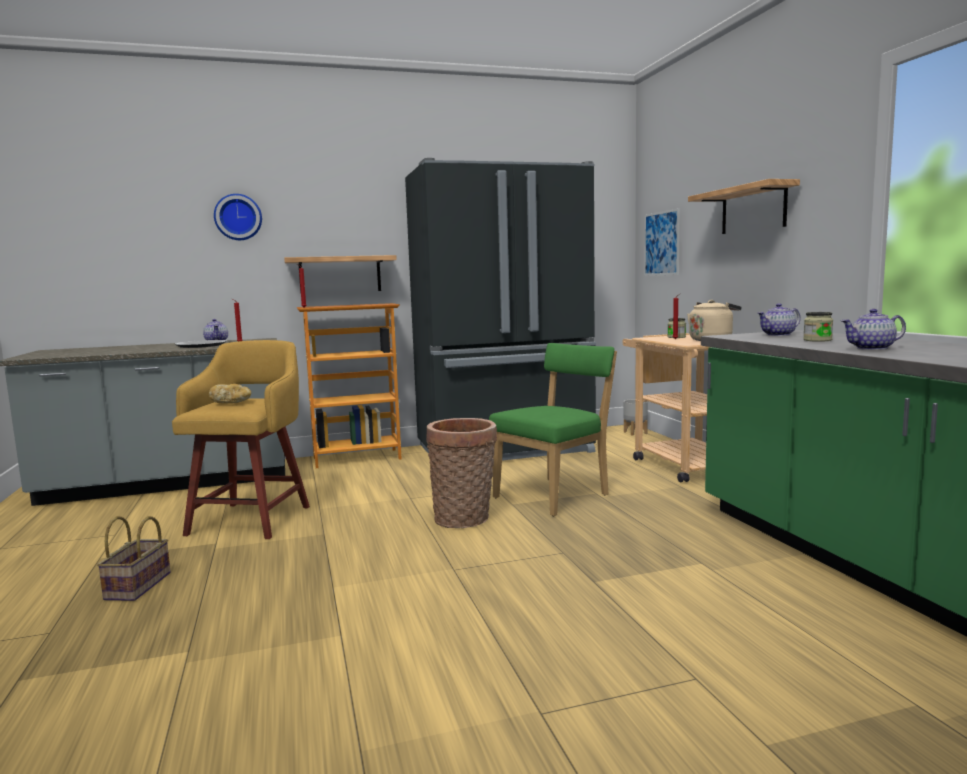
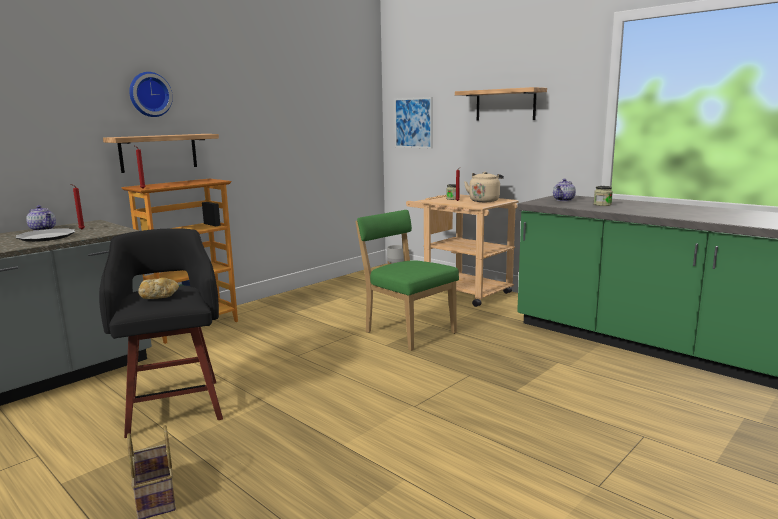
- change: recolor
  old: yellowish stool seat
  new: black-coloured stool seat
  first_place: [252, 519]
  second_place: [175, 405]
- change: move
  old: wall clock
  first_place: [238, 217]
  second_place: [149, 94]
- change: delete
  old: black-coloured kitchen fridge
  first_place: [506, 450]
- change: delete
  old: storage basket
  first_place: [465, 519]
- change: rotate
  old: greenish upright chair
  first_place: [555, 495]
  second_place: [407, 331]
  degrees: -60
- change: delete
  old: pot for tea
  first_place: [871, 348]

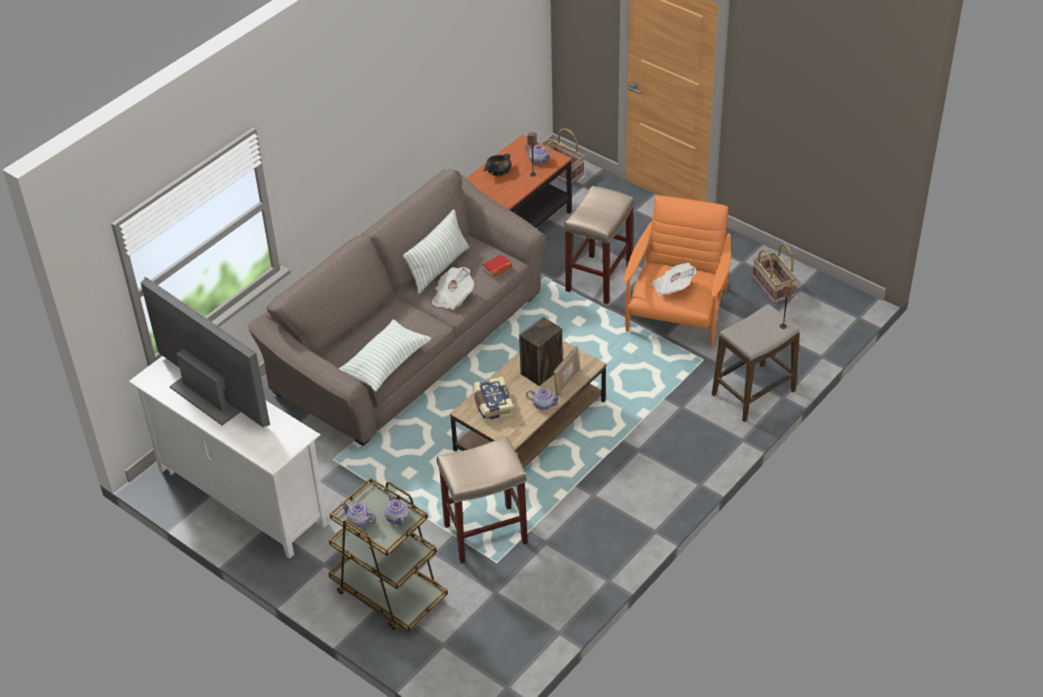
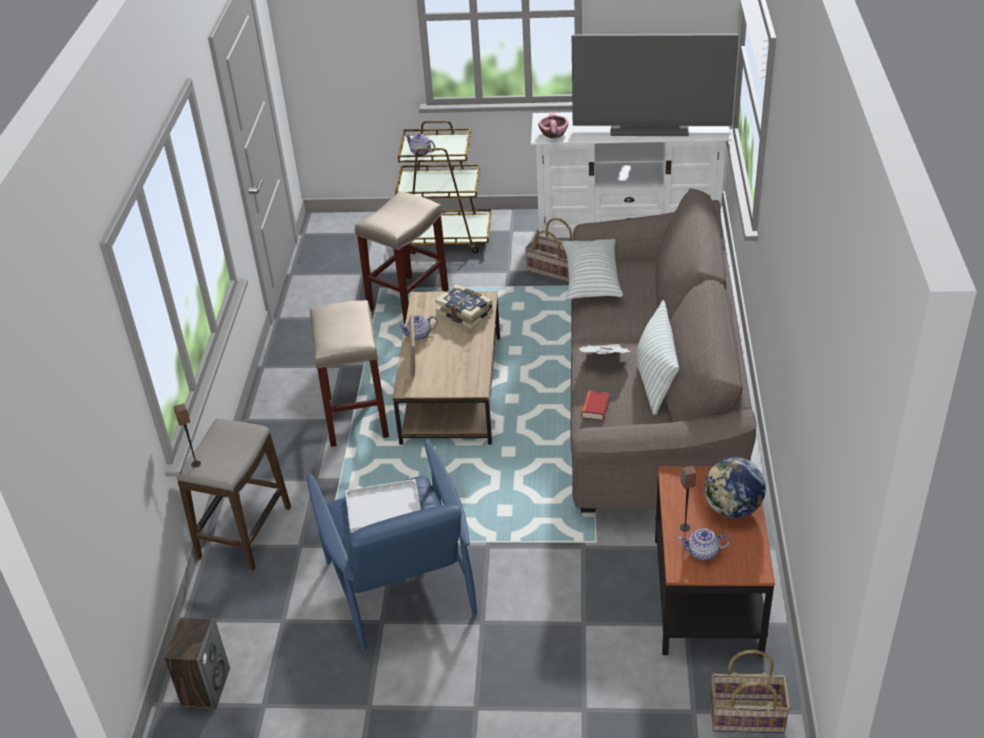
- change: delete
  old: pot for tea
  first_place: [359, 521]
- change: replace
  old: black-coloured serving bowl
  new: globe
  first_place: [498, 171]
  second_place: [732, 509]
- change: move
  old: audio speaker
  first_place: [541, 371]
  second_place: [205, 686]
- change: move
  old: sand-coloured stool seat
  first_place: [599, 278]
  second_place: [357, 418]
- change: recolor
  old: orange-coloured lounge chair
  new: blue-coloured lounge chair
  first_place: [677, 313]
  second_place: [400, 582]
- change: replace
  old: daily paper
  new: white tray
  first_place: [672, 287]
  second_place: [385, 506]
- change: move
  old: storage basket
  first_place: [773, 287]
  second_place: [552, 271]
- change: insert
  new: pink serving bowl
  second_place: [553, 133]

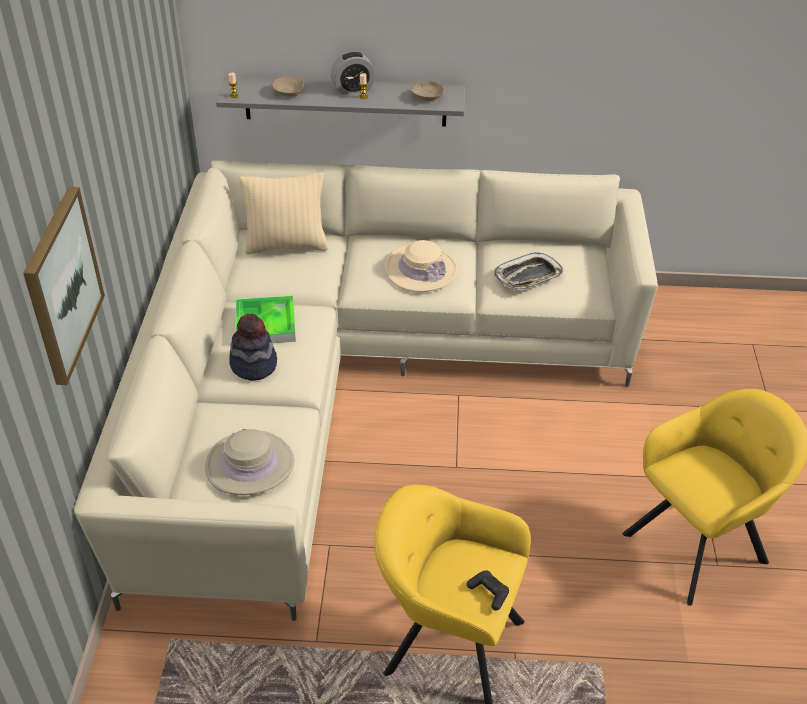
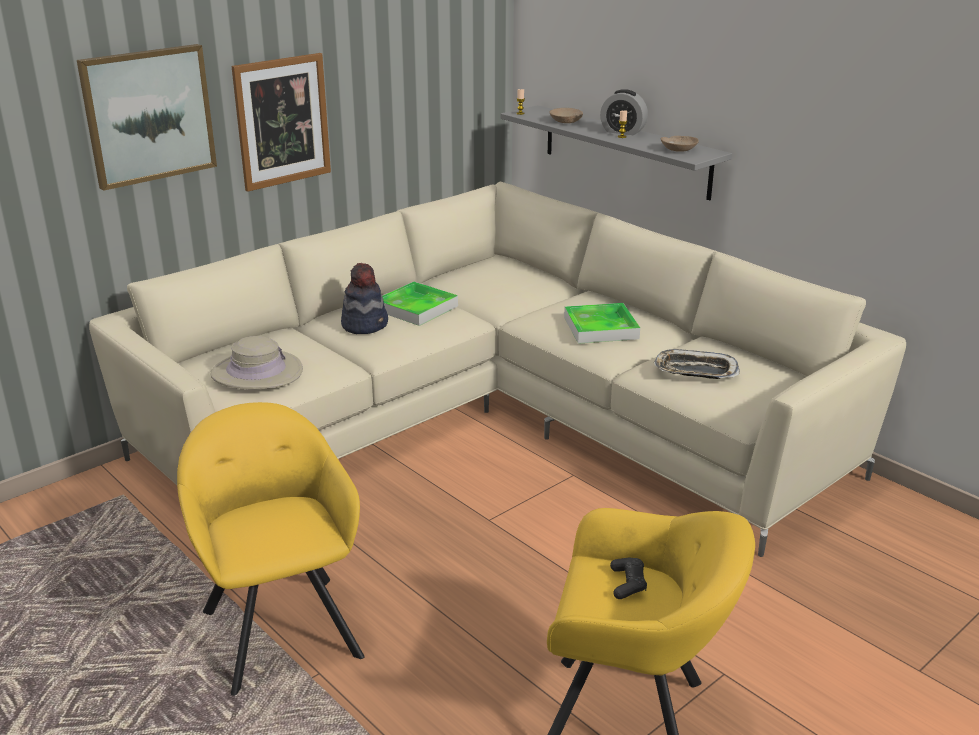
- change: delete
  old: sand-coloured pillow
  first_place: [286, 245]
- change: replace
  old: sand-coloured hat
  new: tray
  first_place: [421, 269]
  second_place: [601, 328]
- change: move
  old: black-coloured game controller
  first_place: [489, 593]
  second_place: [628, 584]
- change: insert
  new: picture
  second_place: [282, 121]

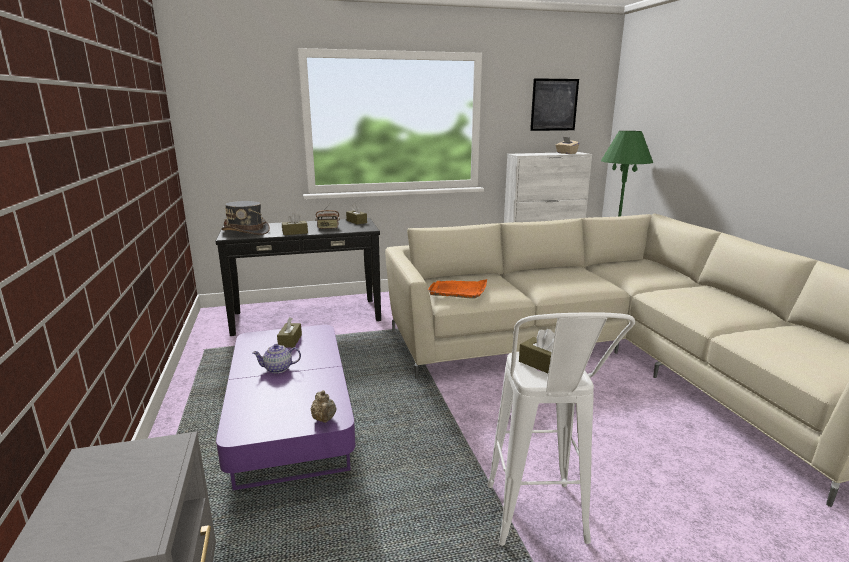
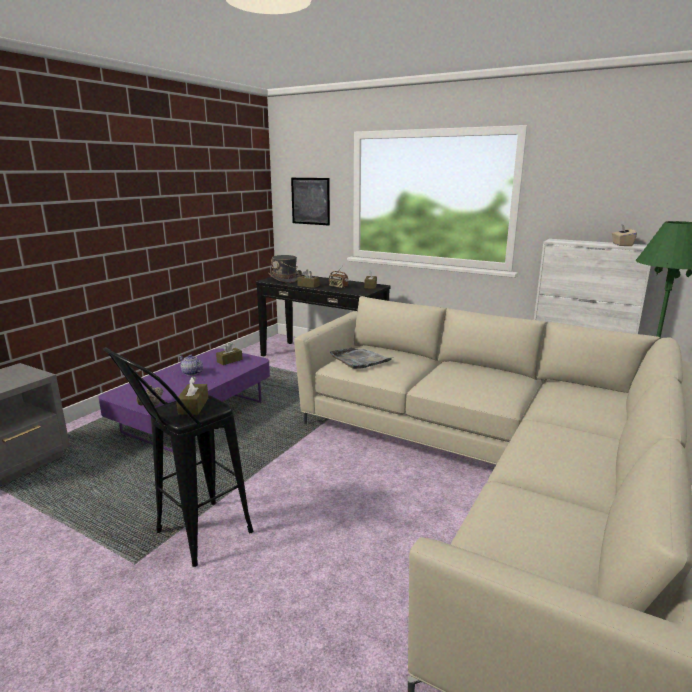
- change: recolor
  old: orange-coloured tray
  new: gray tray
  first_place: [458, 290]
  second_place: [359, 360]
- change: recolor
  old: white stool seat
  new: black-coloured stool seat
  first_place: [539, 526]
  second_place: [191, 539]
- change: move
  old: picture
  first_place: [554, 105]
  second_place: [310, 201]

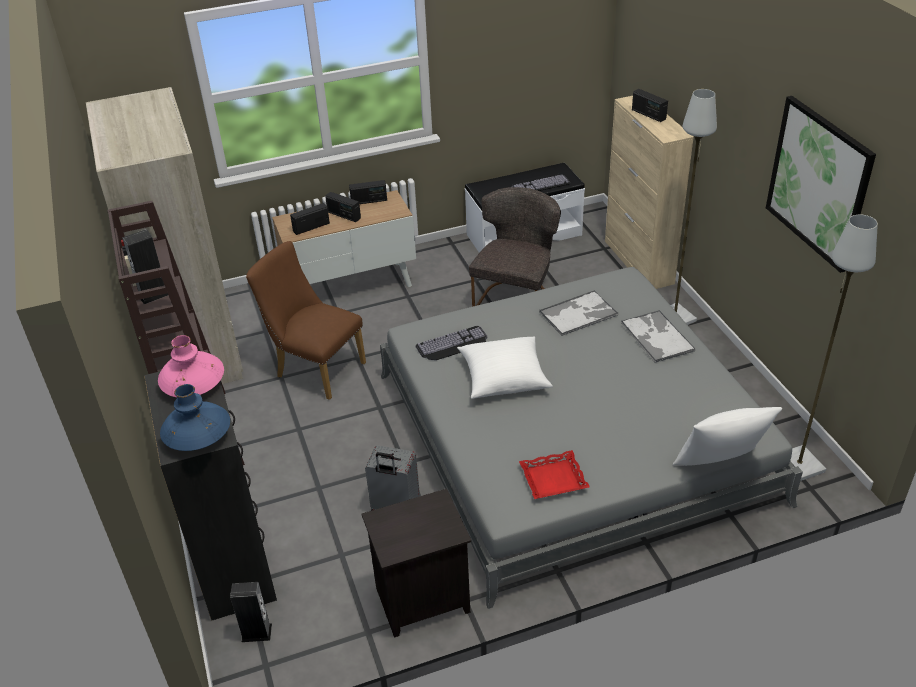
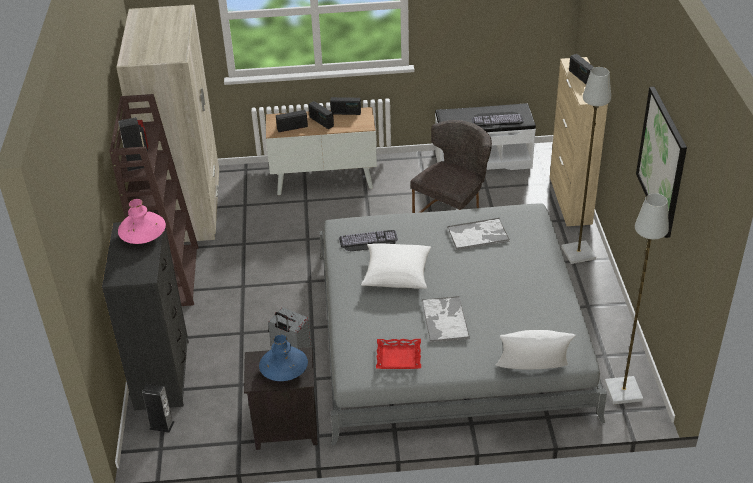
- change: move
  old: blue-coloured decorative vase
  first_place: [198, 435]
  second_place: [284, 370]
- change: delete
  old: brown upright chair
  first_place: [315, 368]
- change: move
  old: tray
  first_place: [656, 336]
  second_place: [444, 319]

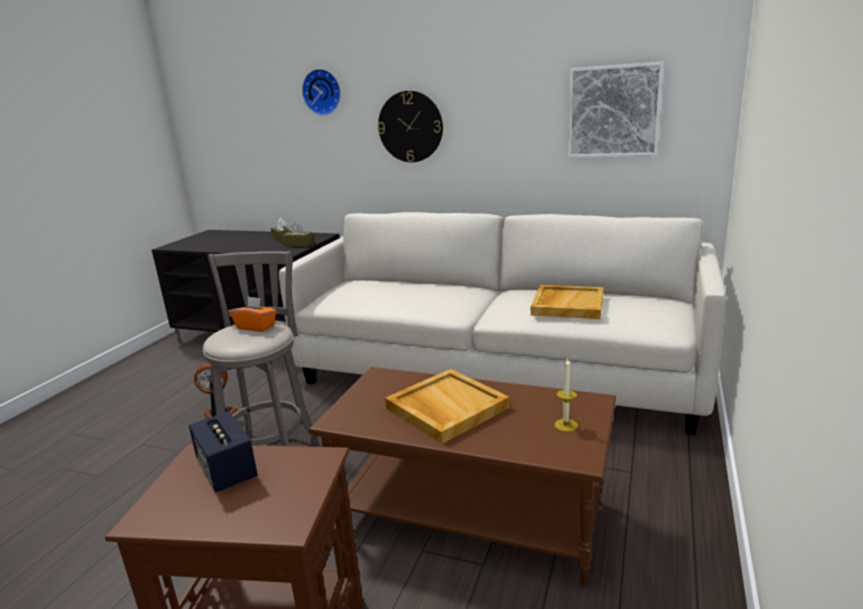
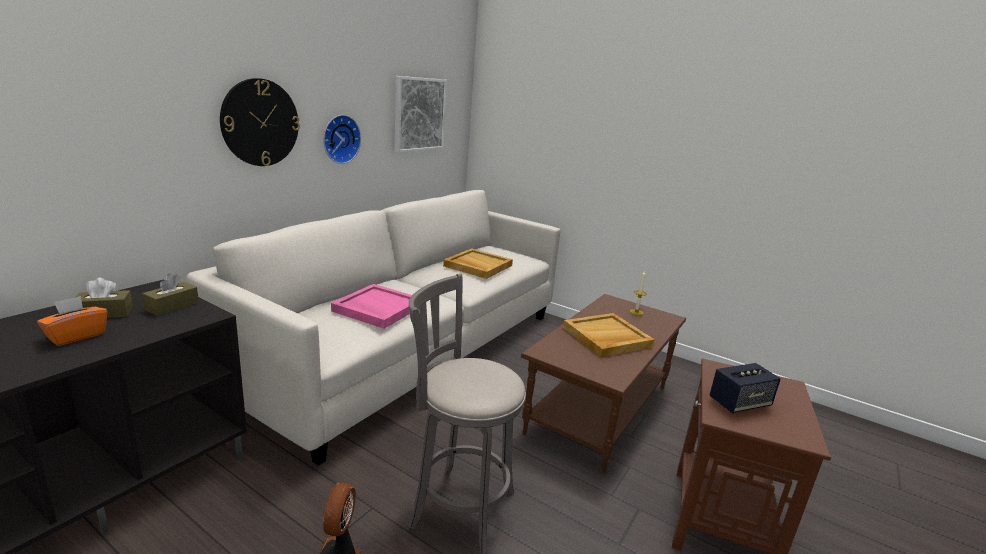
- change: move
  old: orange-coloured box of tissues
  first_place: [256, 327]
  second_place: [76, 336]
- change: move
  old: wall clock
  first_place: [323, 92]
  second_place: [339, 139]
- change: insert
  new: pink tray
  second_place: [377, 308]

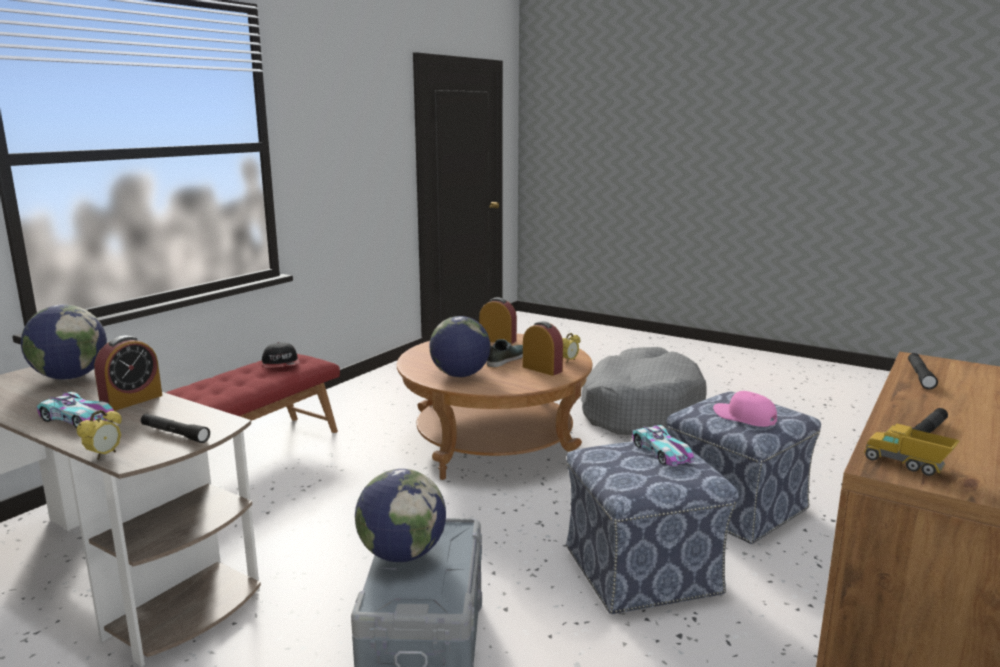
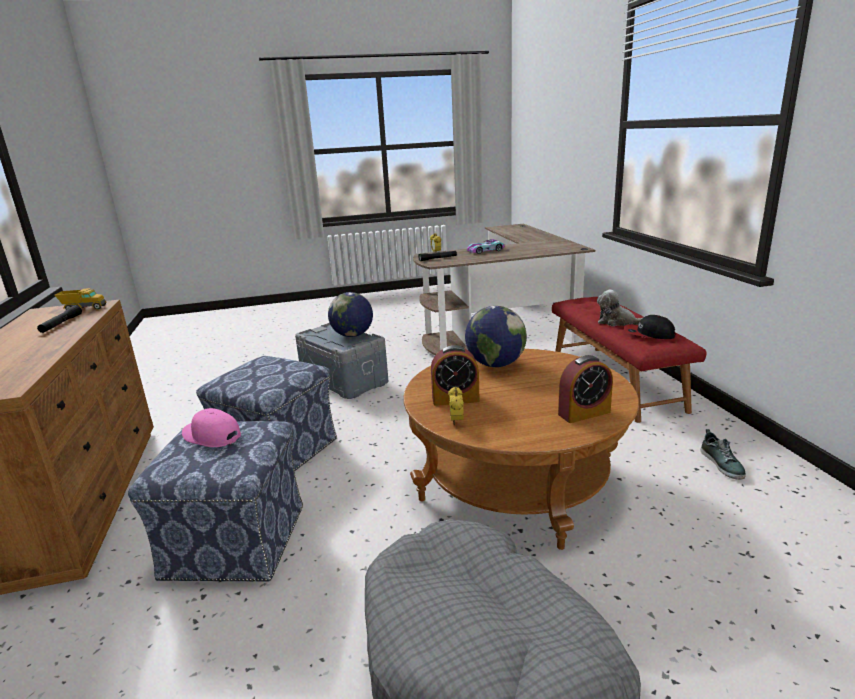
- change: delete
  old: globe
  first_place: [70, 377]
- change: delete
  old: table clock
  first_place: [131, 401]
- change: move
  old: item of footwear
  first_place: [506, 359]
  second_place: [722, 464]
- change: delete
  old: toy car
  first_place: [661, 452]
- change: rotate
  old: pink peaked cap
  first_place: [744, 417]
  second_place: [211, 436]
  degrees: -150
- change: delete
  old: black-coloured flashlight
  first_place: [920, 376]
- change: insert
  new: cuddly toy
  second_place: [617, 322]

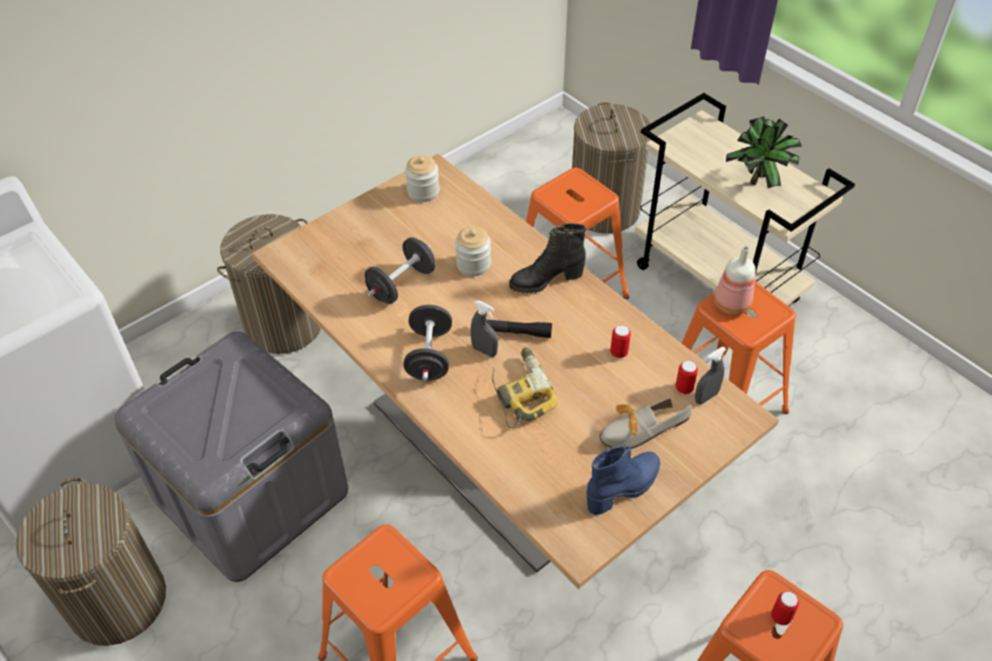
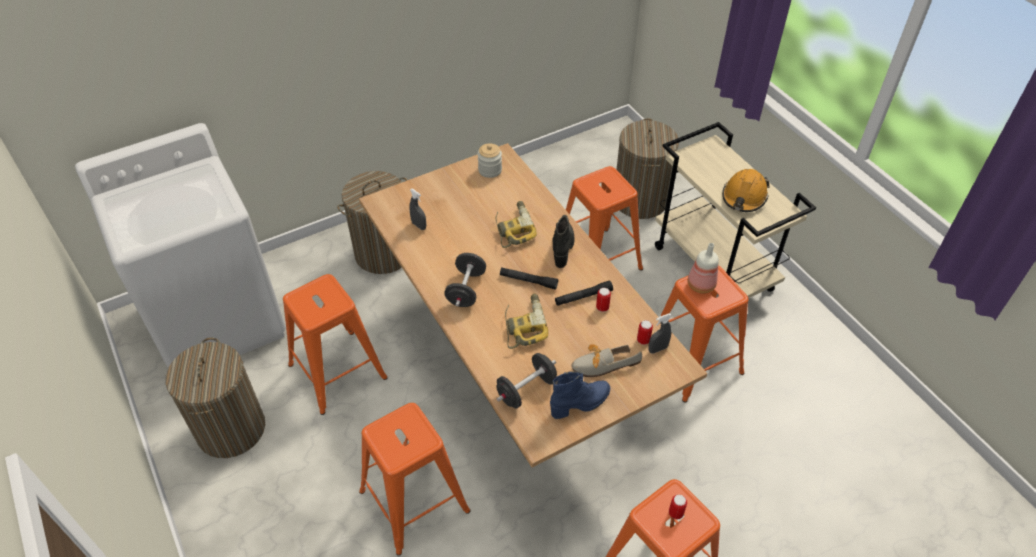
- change: replace
  old: gray storage container
  new: orange-coloured stool seat
  first_place: [251, 494]
  second_place: [336, 371]
- change: move
  old: black-coloured dumbbell
  first_place: [401, 284]
  second_place: [526, 390]
- change: replace
  old: jar
  new: drill
  first_place: [473, 264]
  second_place: [513, 228]
- change: move
  old: gray sprayer
  first_place: [484, 351]
  second_place: [419, 225]
- change: rotate
  old: black-coloured high-top boot
  first_place: [546, 280]
  second_place: [563, 247]
  degrees: 105
- change: replace
  old: potted plant
  new: orange-coloured safety helmet
  first_place: [759, 183]
  second_place: [744, 197]
- change: insert
  new: black-coloured flashlight
  second_place: [583, 297]

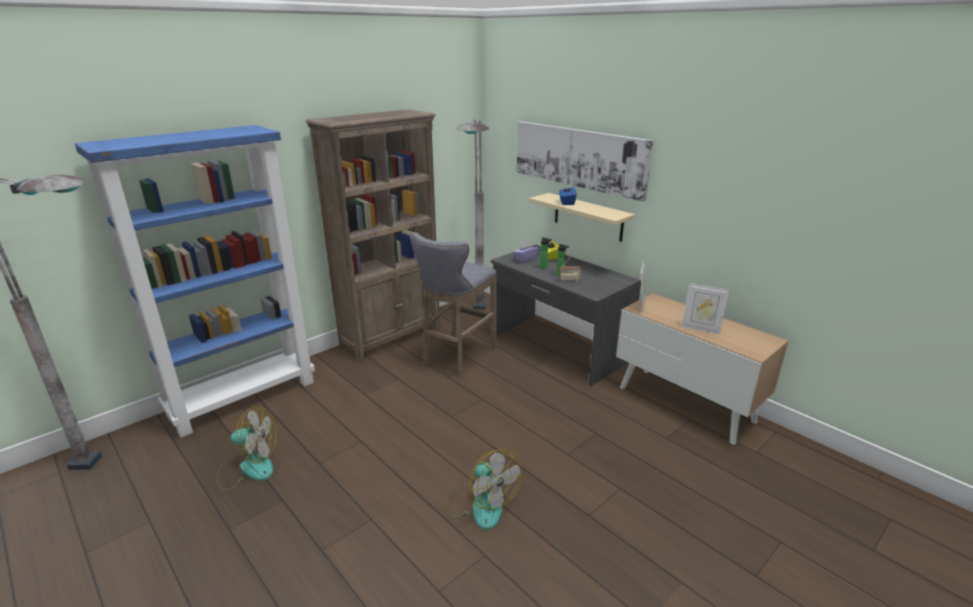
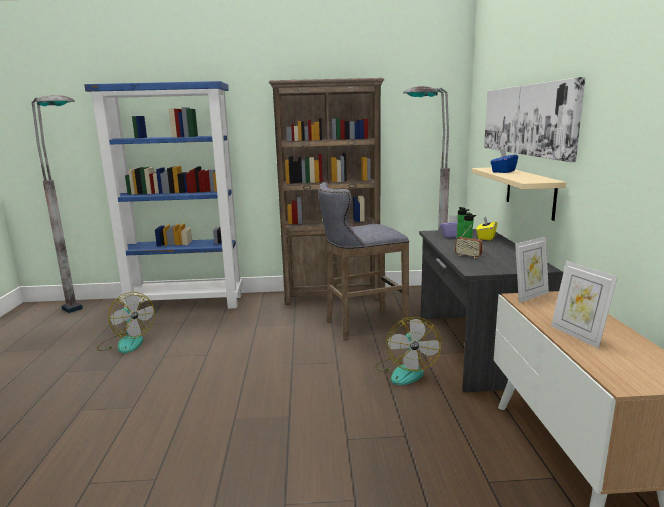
- change: move
  old: electric fan
  first_place: [481, 505]
  second_place: [405, 371]

